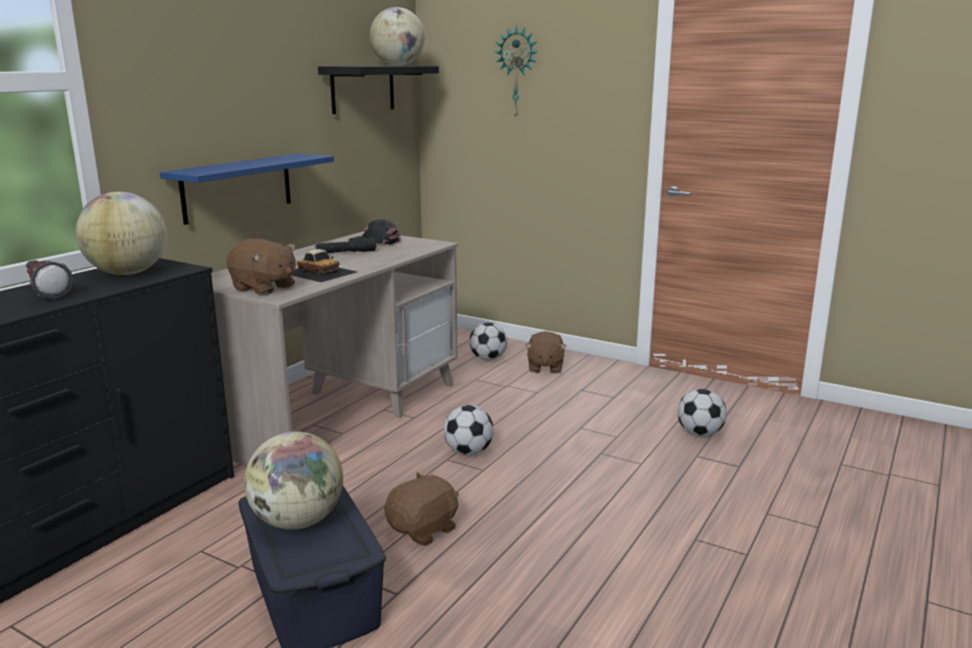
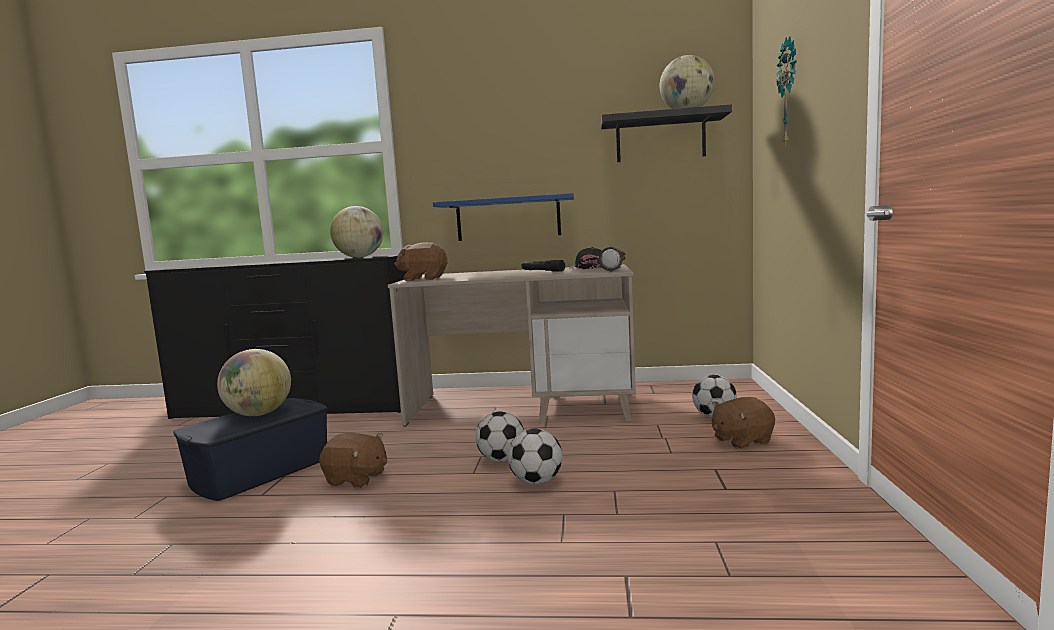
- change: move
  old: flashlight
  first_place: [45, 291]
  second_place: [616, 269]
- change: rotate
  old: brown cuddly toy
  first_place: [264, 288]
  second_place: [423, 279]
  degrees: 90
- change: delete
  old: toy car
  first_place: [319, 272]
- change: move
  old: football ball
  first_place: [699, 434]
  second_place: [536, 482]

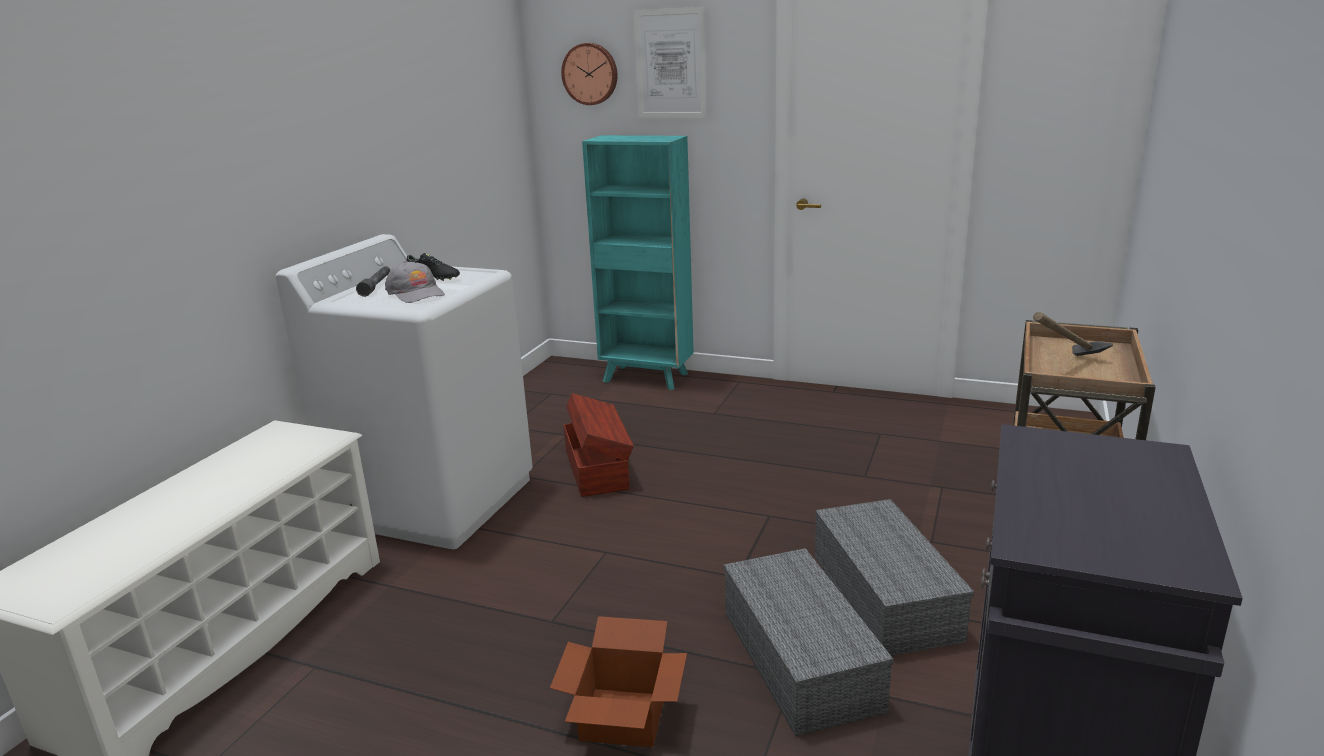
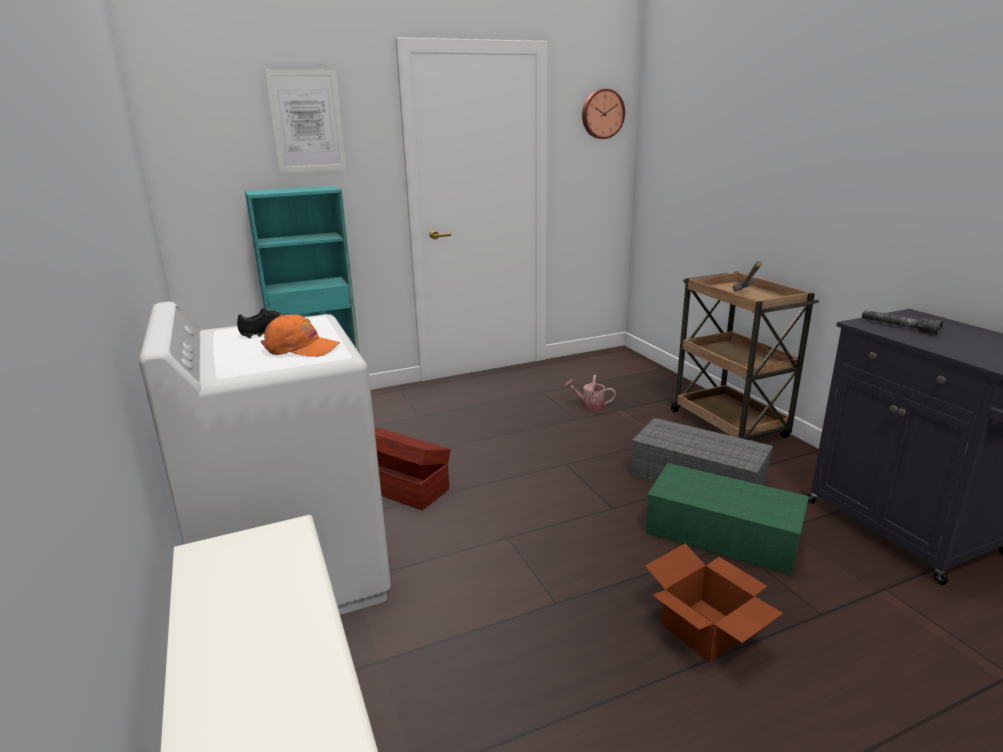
- change: move
  old: gray flashlight
  first_place: [376, 286]
  second_place: [898, 327]
- change: recolor
  old: gray peaked cap
  new: orange-coloured peaked cap
  first_place: [416, 293]
  second_place: [301, 348]
- change: move
  old: wall clock
  first_place: [590, 74]
  second_place: [602, 114]
- change: recolor
  old: gray storage container
  new: greenish storage container
  first_place: [803, 660]
  second_place: [725, 534]
- change: insert
  new: watering pot
  second_place: [589, 405]

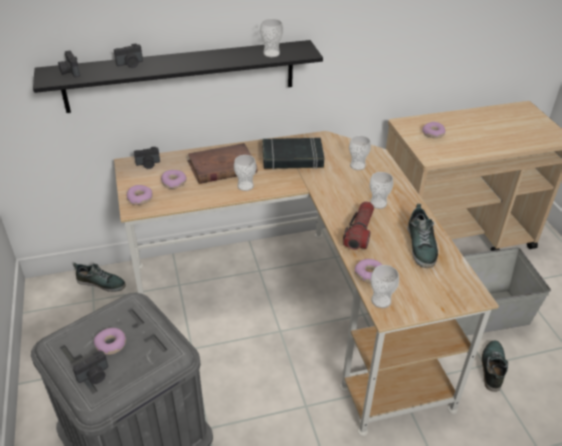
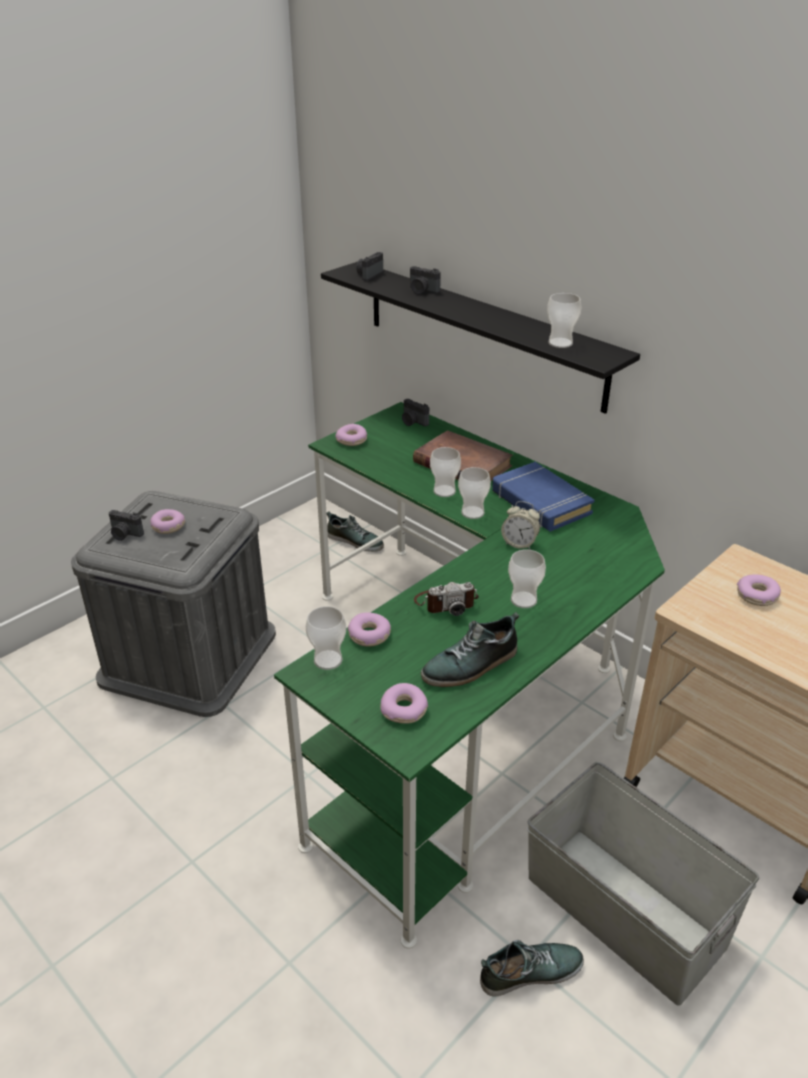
- change: rotate
  old: item of footwear
  first_place: [101, 282]
  second_place: [355, 541]
  degrees: -45
- change: recolor
  old: sand-coloured desk unit
  new: greenish desk unit
  first_place: [299, 303]
  second_place: [463, 701]
- change: move
  old: doughnut
  first_place: [174, 182]
  second_place: [404, 709]
- change: recolor
  old: black-coloured book
  new: blue-coloured book
  first_place: [292, 158]
  second_place: [540, 503]
- change: replace
  old: flashlight
  new: still camera
  first_place: [359, 232]
  second_place: [446, 602]
- change: move
  old: small cup
  first_place: [357, 166]
  second_place: [472, 513]
- change: insert
  new: table clock
  second_place: [519, 543]

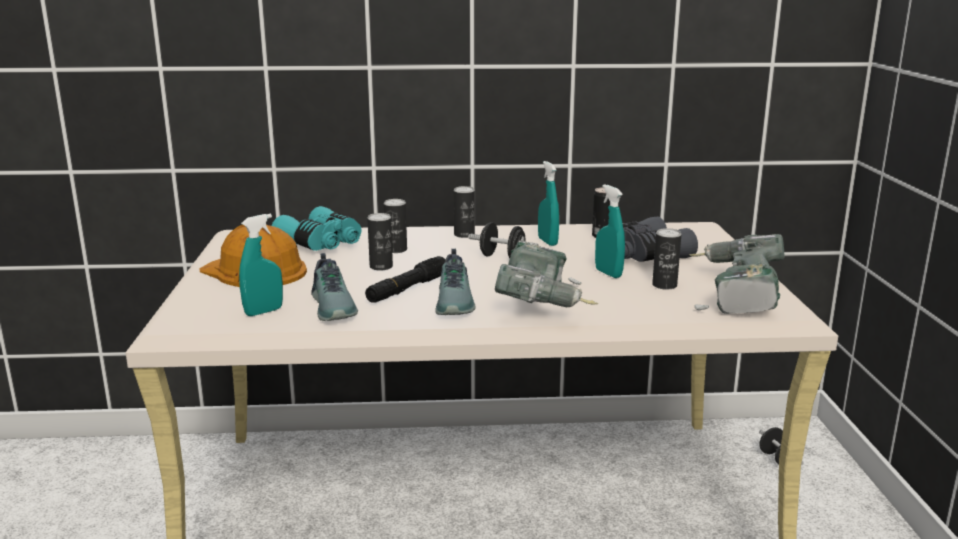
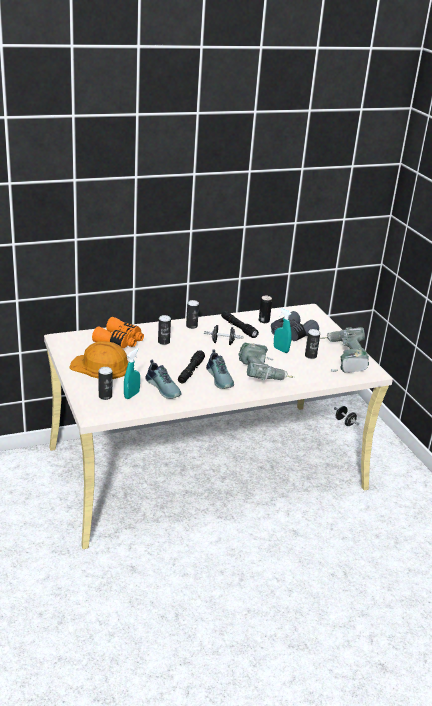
- change: recolor
  old: turquoise pair of binoculars
  new: orange-coloured pair of binoculars
  first_place: [322, 244]
  second_place: [120, 341]
- change: move
  old: metal can
  first_place: [381, 267]
  second_place: [105, 396]
- change: replace
  old: turquoise sprayer
  new: black-coloured flashlight
  first_place: [547, 242]
  second_place: [238, 328]

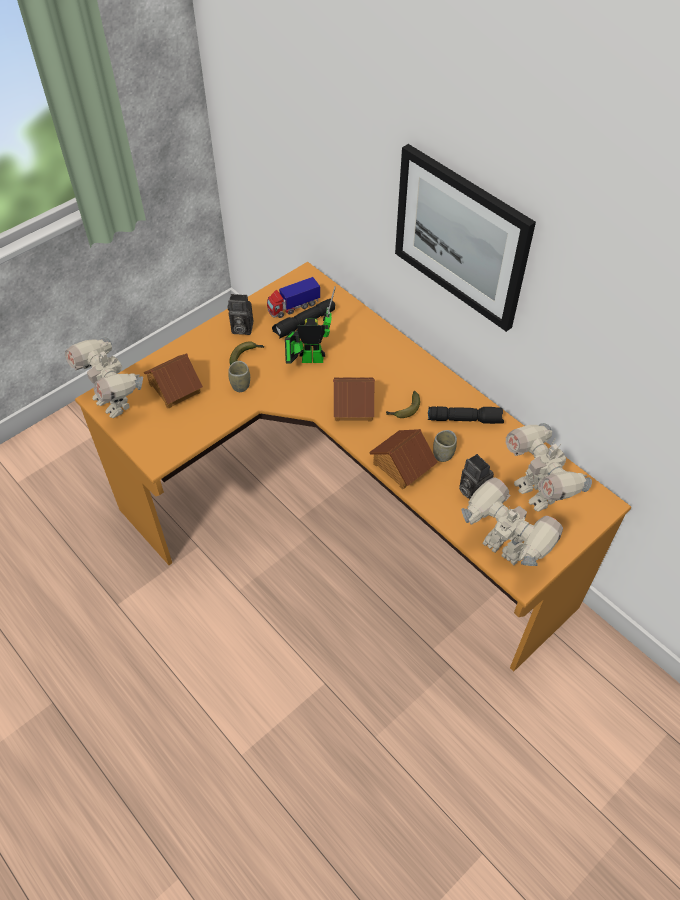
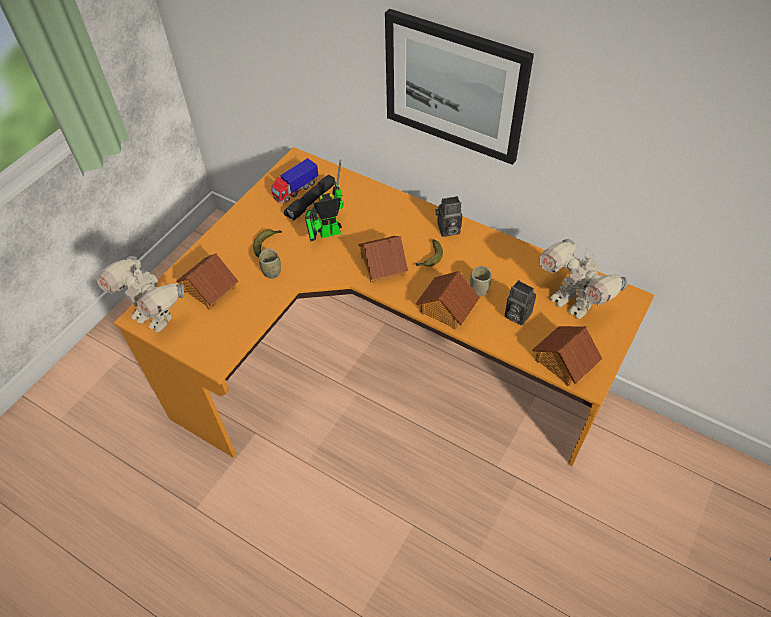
- change: move
  old: still camera
  first_place: [240, 328]
  second_place: [447, 230]
- change: delete
  old: black-coloured flashlight
  first_place: [465, 419]
- change: replace
  old: model robot
  new: model house
  first_place: [502, 551]
  second_place: [563, 362]

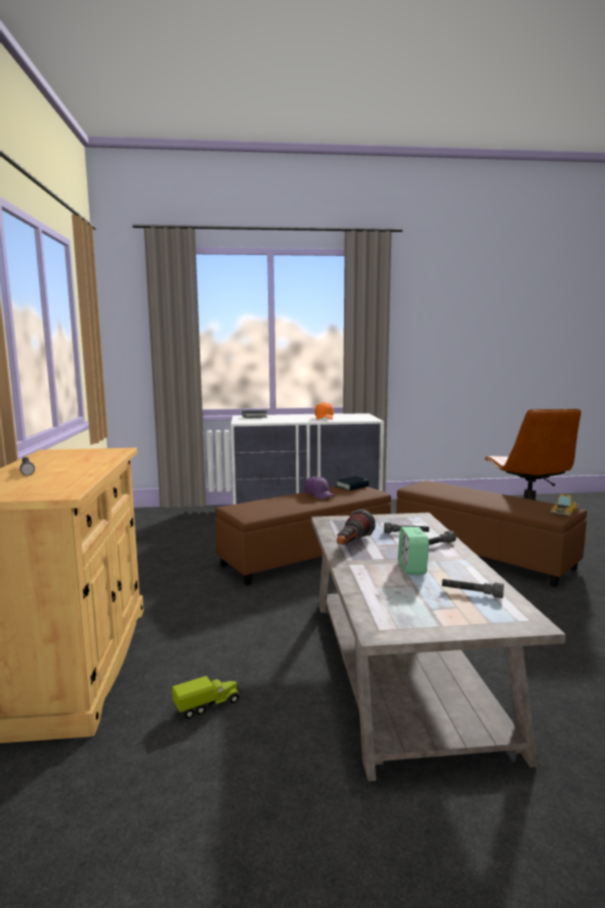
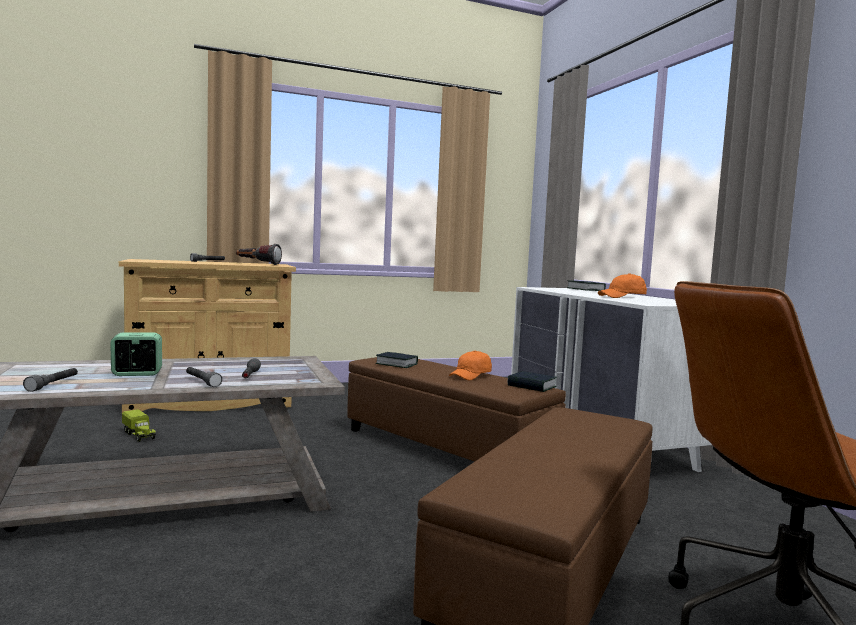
- change: recolor
  old: purple-coloured peaked cap
  new: orange-coloured peaked cap
  first_place: [319, 495]
  second_place: [471, 376]
- change: move
  old: flashlight
  first_place: [352, 545]
  second_place: [257, 264]
- change: delete
  old: toy car
  first_place: [564, 510]
- change: insert
  new: book
  second_place: [396, 364]

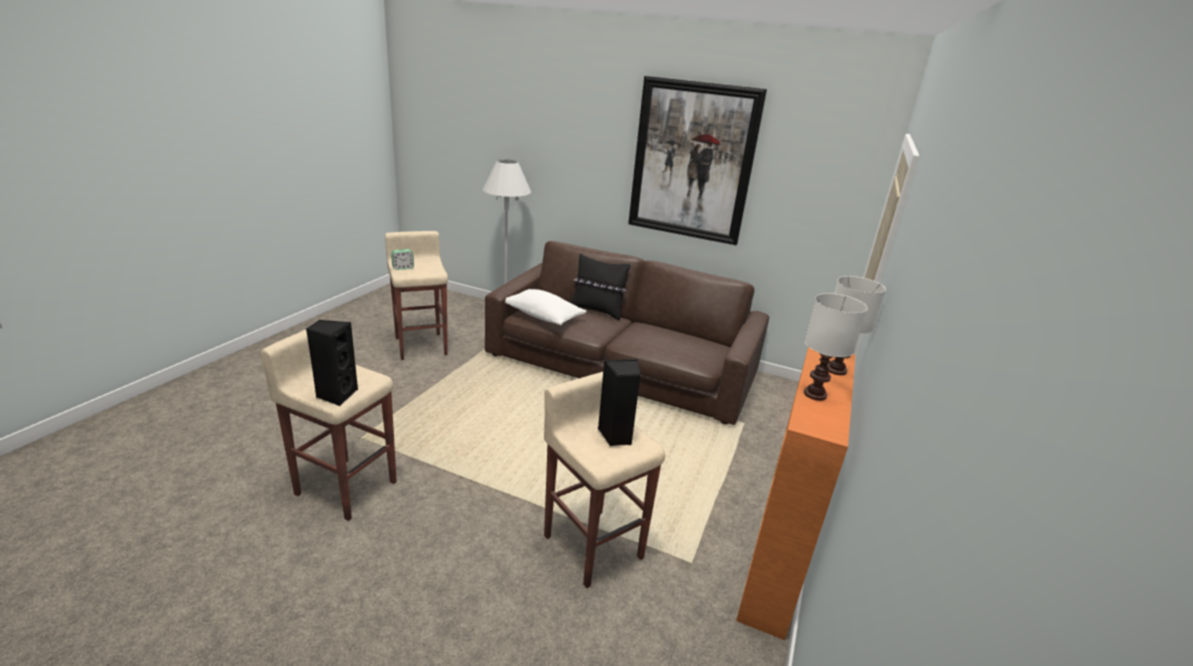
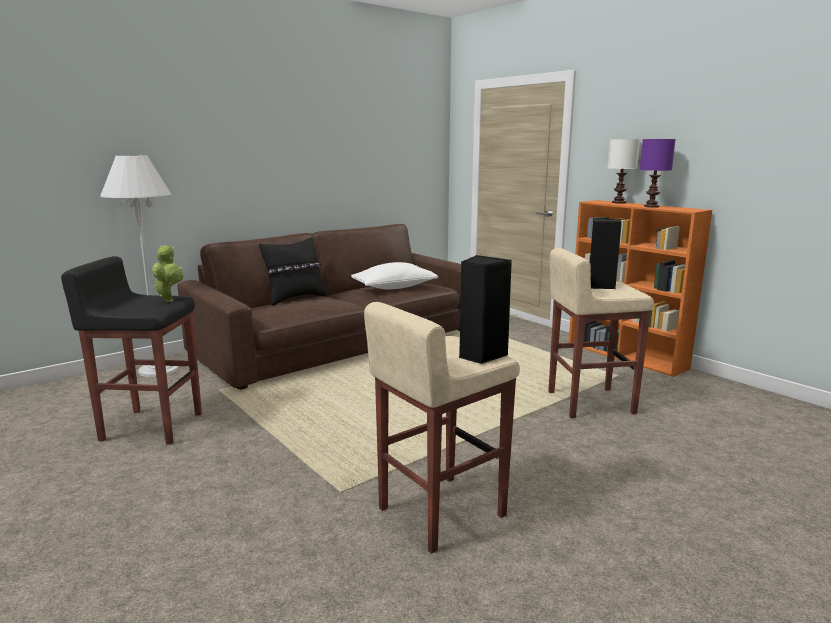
- change: recolor
  old: sand-coloured stool seat
  new: black-coloured stool seat
  first_place: [421, 345]
  second_place: [151, 426]
- change: delete
  old: table clock
  first_place: [403, 268]
- change: move
  old: white pillow
  first_place: [543, 316]
  second_place: [394, 287]
- change: delete
  old: picture
  first_place: [692, 161]
- change: recolor
  old: white tabletop lamp
  new: purple-coloured tabletop lamp
  first_place: [814, 395]
  second_place: [651, 206]
- change: insert
  new: potted plant
  second_place: [169, 300]

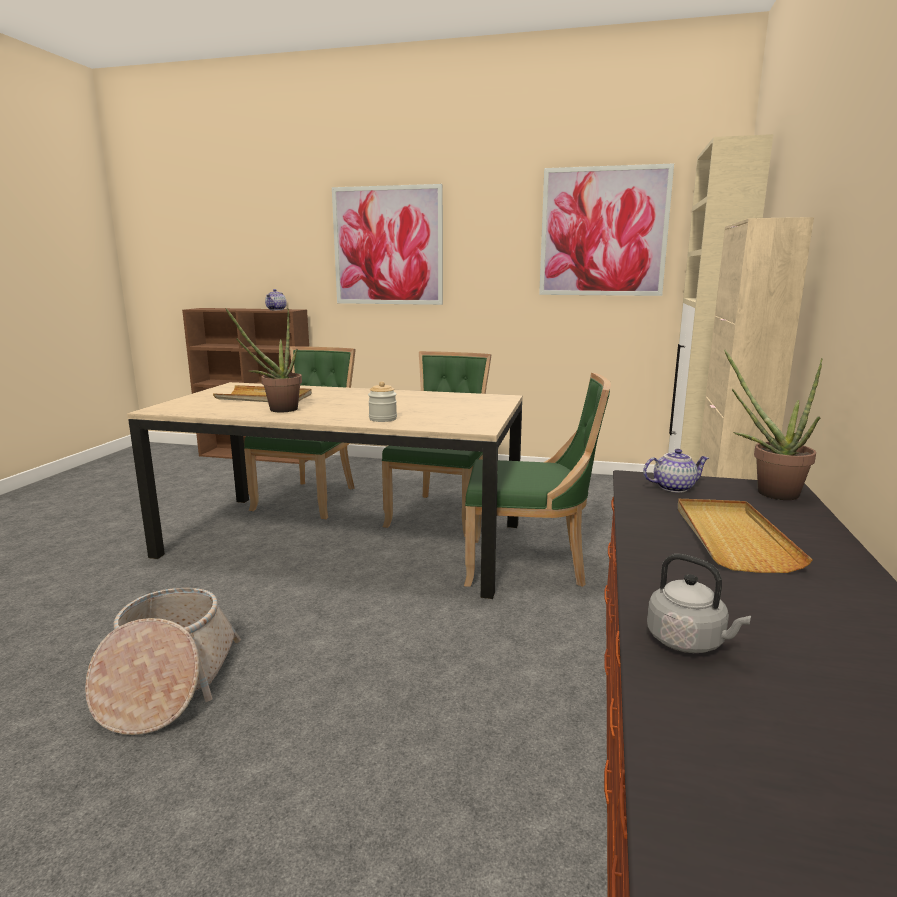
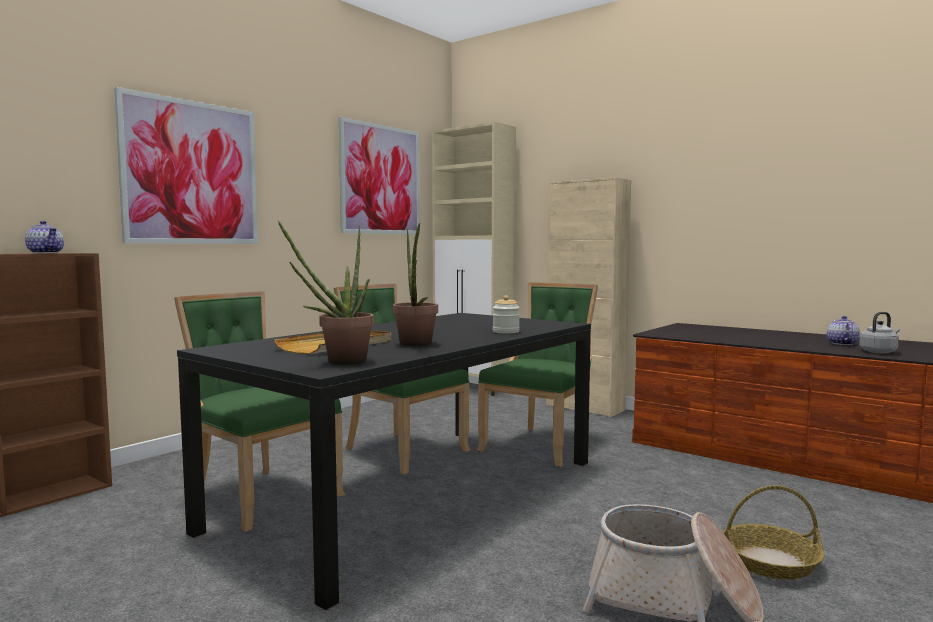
- change: recolor
  old: sand-coloured dining table
  new: black-coloured dining table
  first_place: [346, 540]
  second_place: [415, 493]
- change: move
  old: pot for tea
  first_place: [673, 487]
  second_place: [841, 343]
- change: delete
  old: sand-coloured tray
  first_place: [732, 537]
- change: move
  old: potted plant
  first_place: [768, 492]
  second_place: [338, 362]
- change: insert
  new: storage basket
  second_place: [770, 562]

